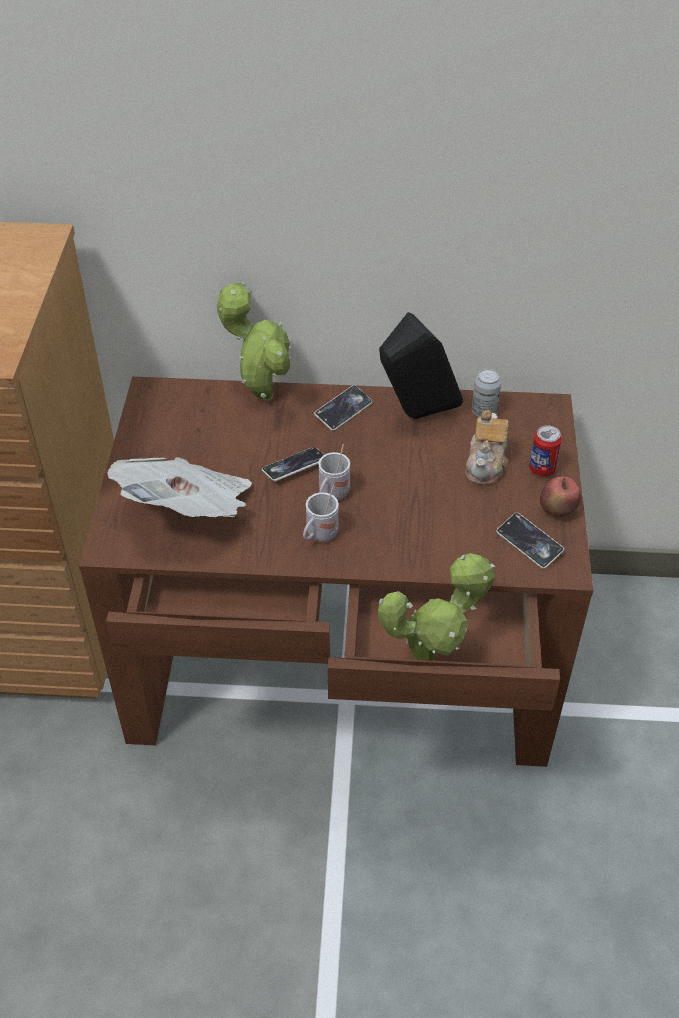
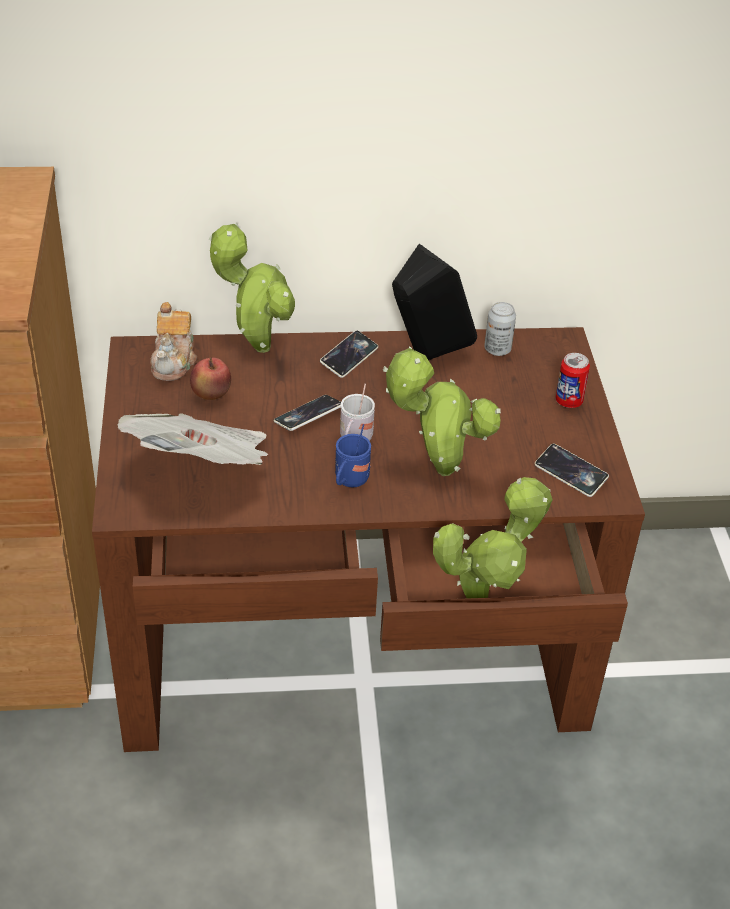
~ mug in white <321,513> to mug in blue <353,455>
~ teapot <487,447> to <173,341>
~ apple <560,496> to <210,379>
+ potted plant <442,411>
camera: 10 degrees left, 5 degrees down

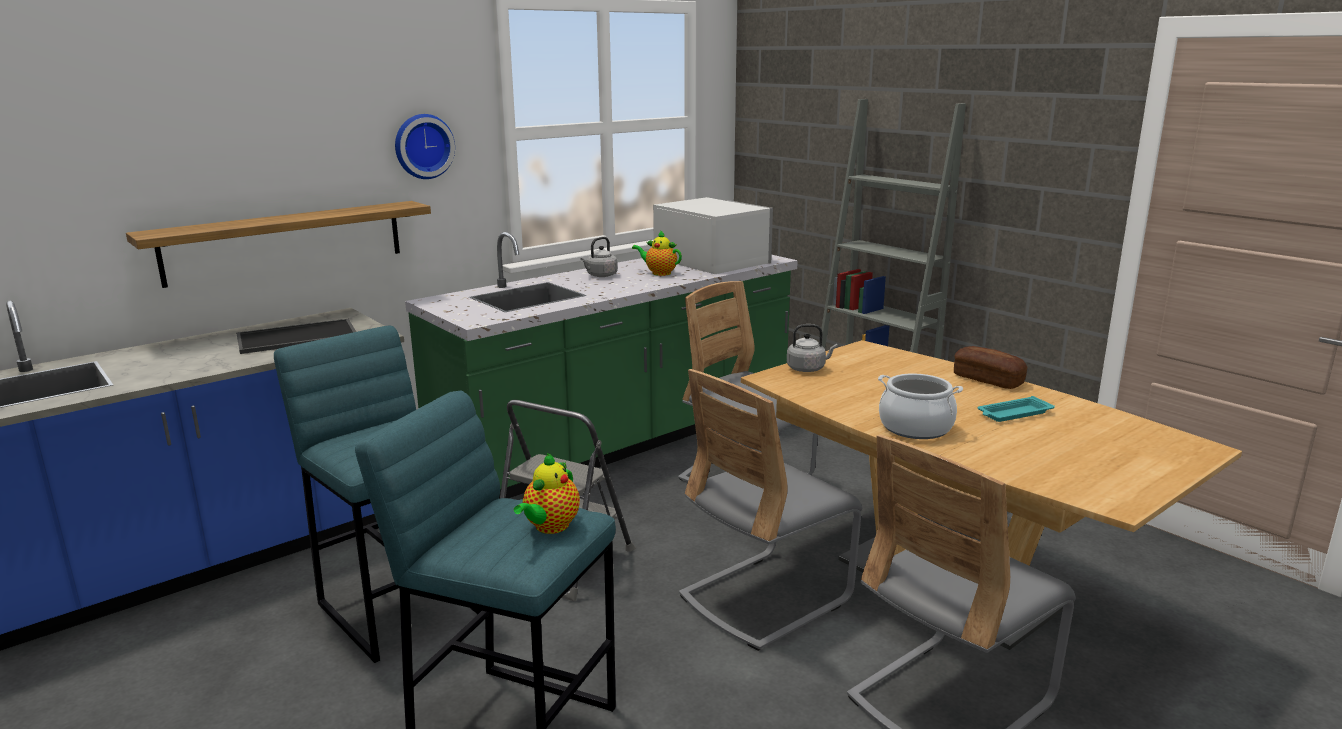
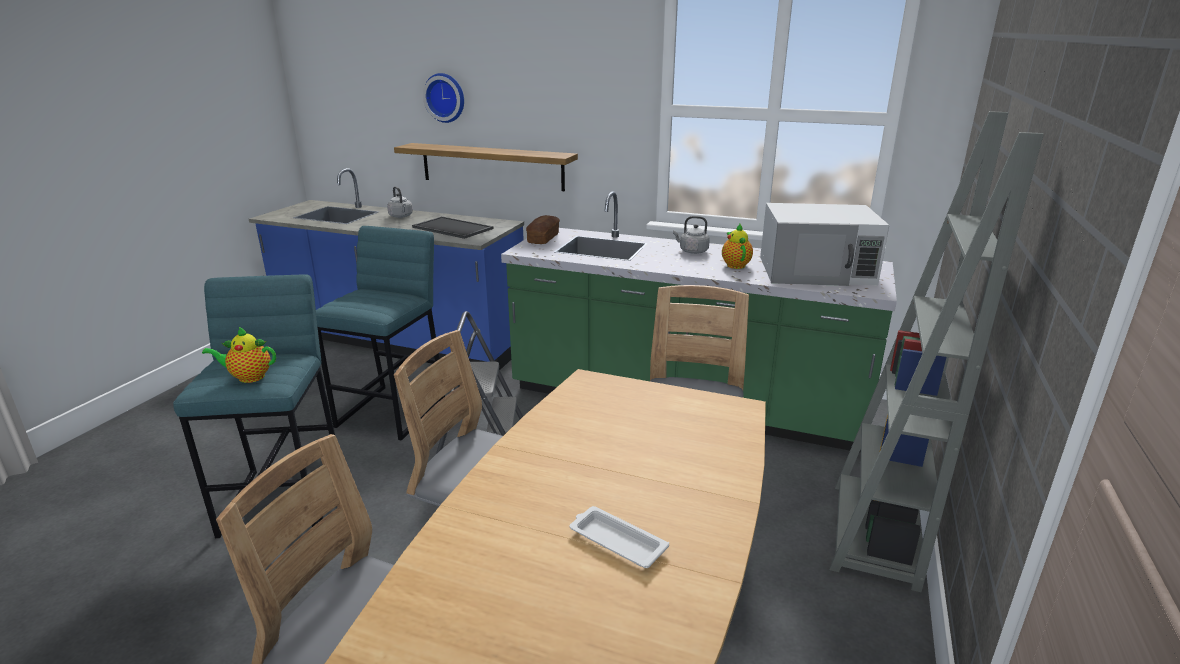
~ wall clock <425,146> to <443,98>
~ microwave in white <713,235> = <824,244> 75 degrees clockwise
~ kettle in grey <812,348> to <400,202>
- cooking pot <920,406>
~ bread <991,367> to <543,229>
~ tray in turquoise <1016,409> to tray in white <619,537>
camera: 60 degrees right, 5 degrees up

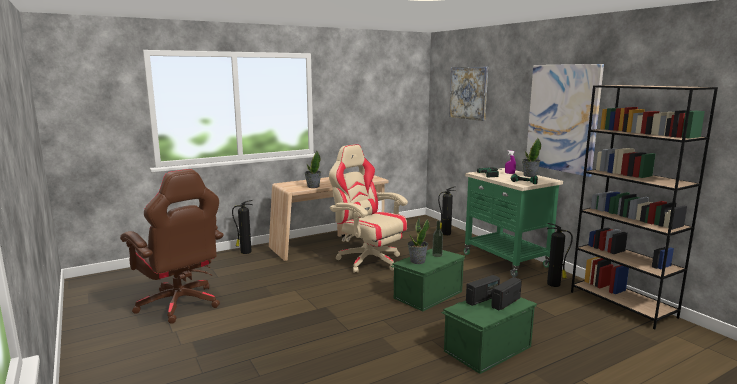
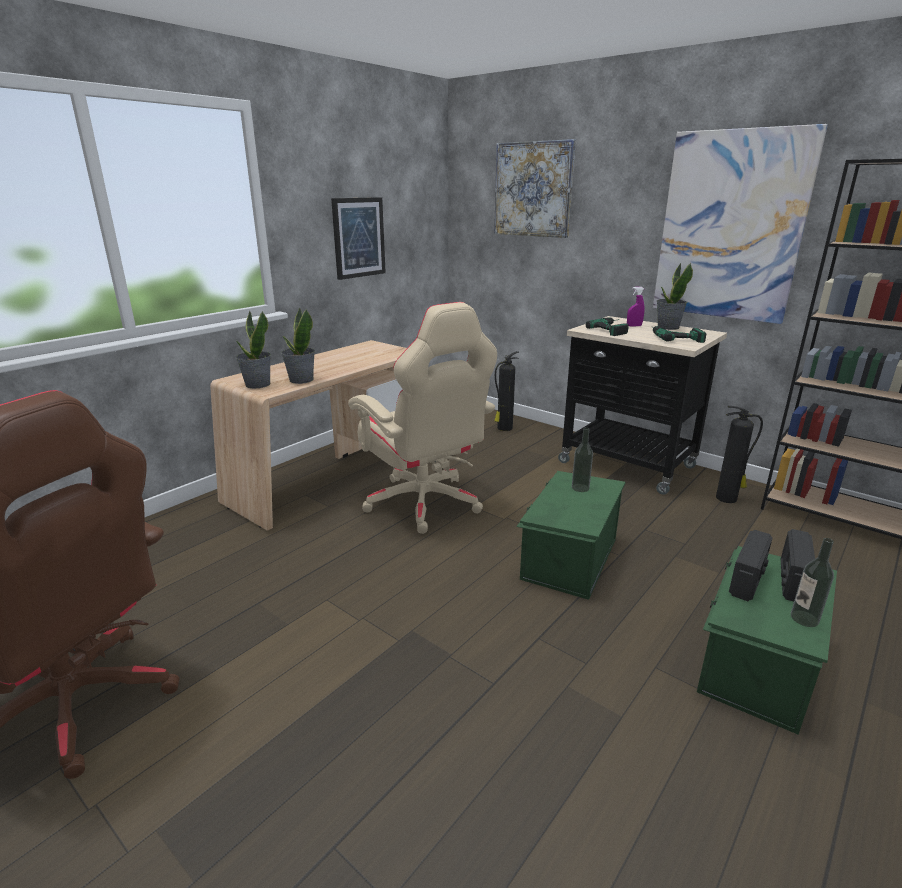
- fire extinguisher <242,227>
~ office chair in beige <368,208> = <422,418> 150 degrees counterclockwise
~ potted plant <419,241> to <253,349>
~ cart in green <513,222> to cart in black <642,405>
+ picture <358,238>
+ bottle <812,582>
camera: 20 degrees left, 10 degrees up

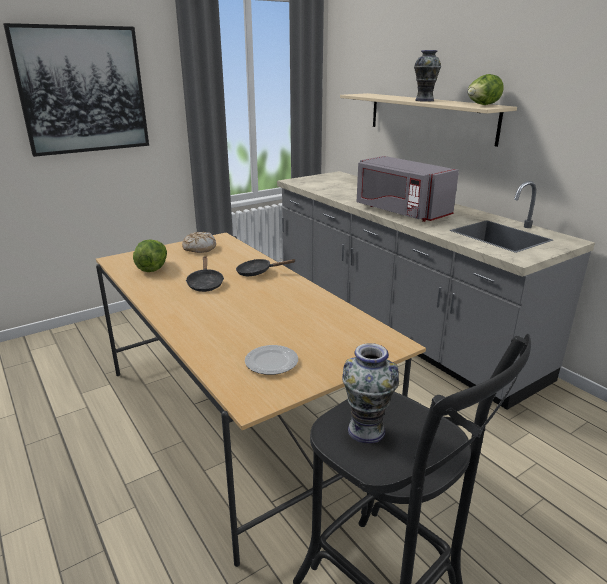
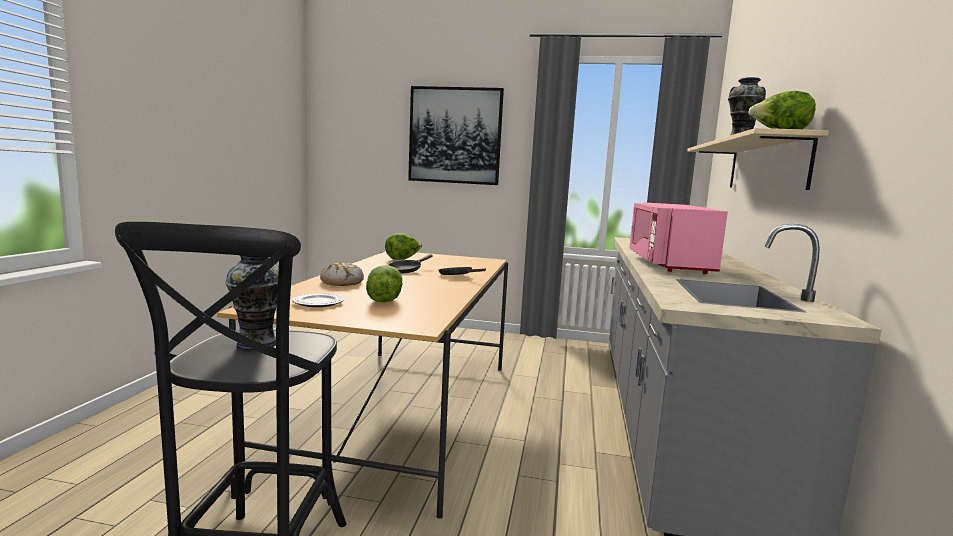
~ bread <199,242> to <342,274>
~ microwave in grey <408,189> to microwave in pink <678,238>
+ lettuce <384,283>
camera: 45 degrees right, 15 degrees down

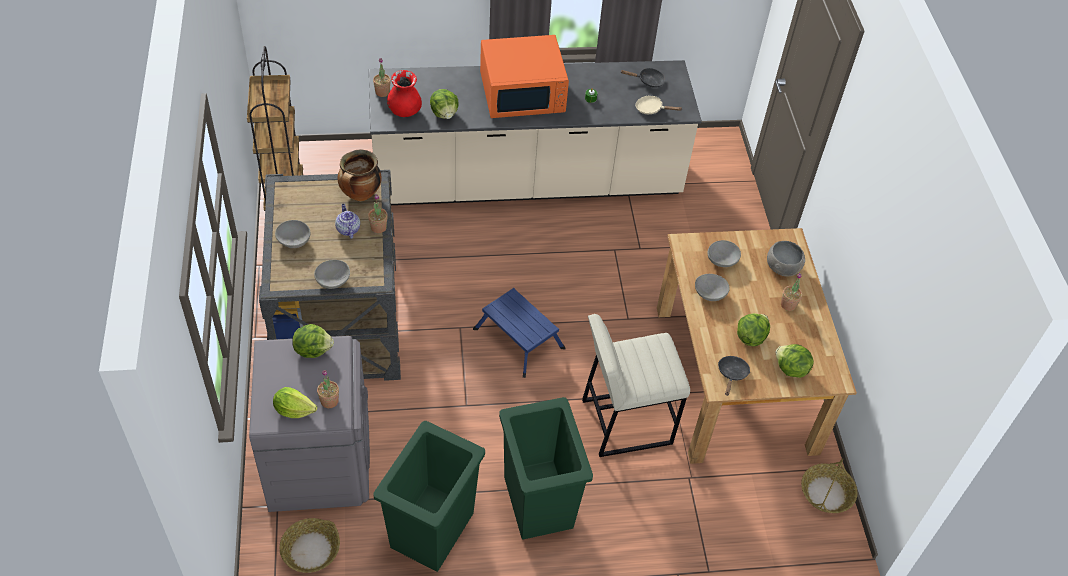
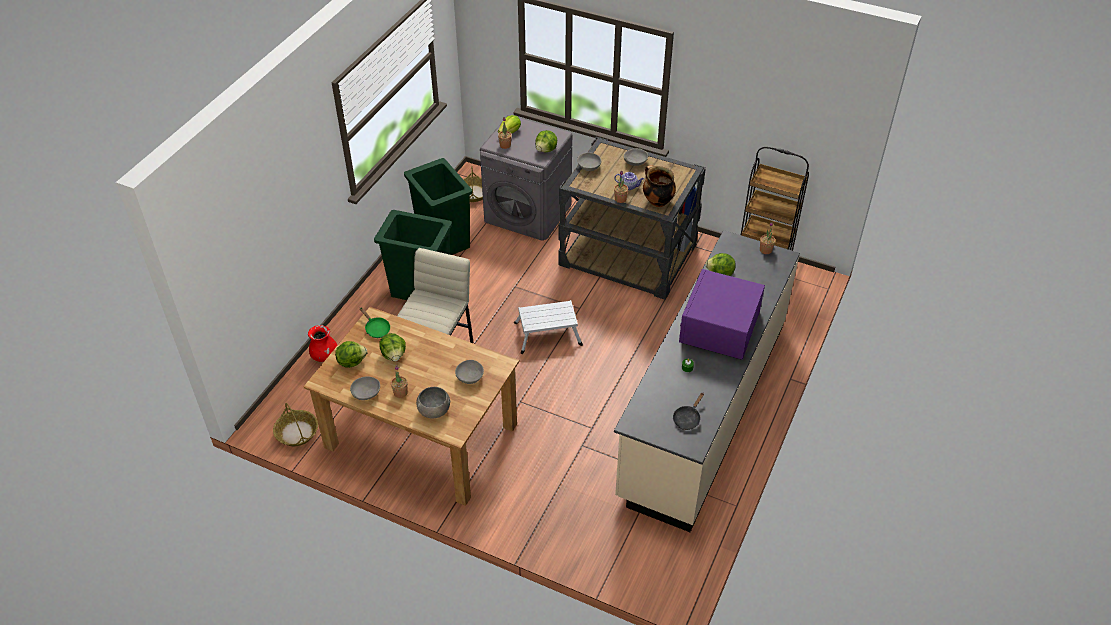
~ vase in red <404,93> to <322,343>
~ step ladder in blue <519,333> to step ladder in white <548,327>
~ microwave in orange <524,76> to microwave in purple <722,314>
- frying pan in beige <658,104>
~ bowl in grey <712,287> to <365,388>
~ frying pan in black <734,376> to frying pan in green <375,322>
camera: 125 degrees right, 5 degrees down

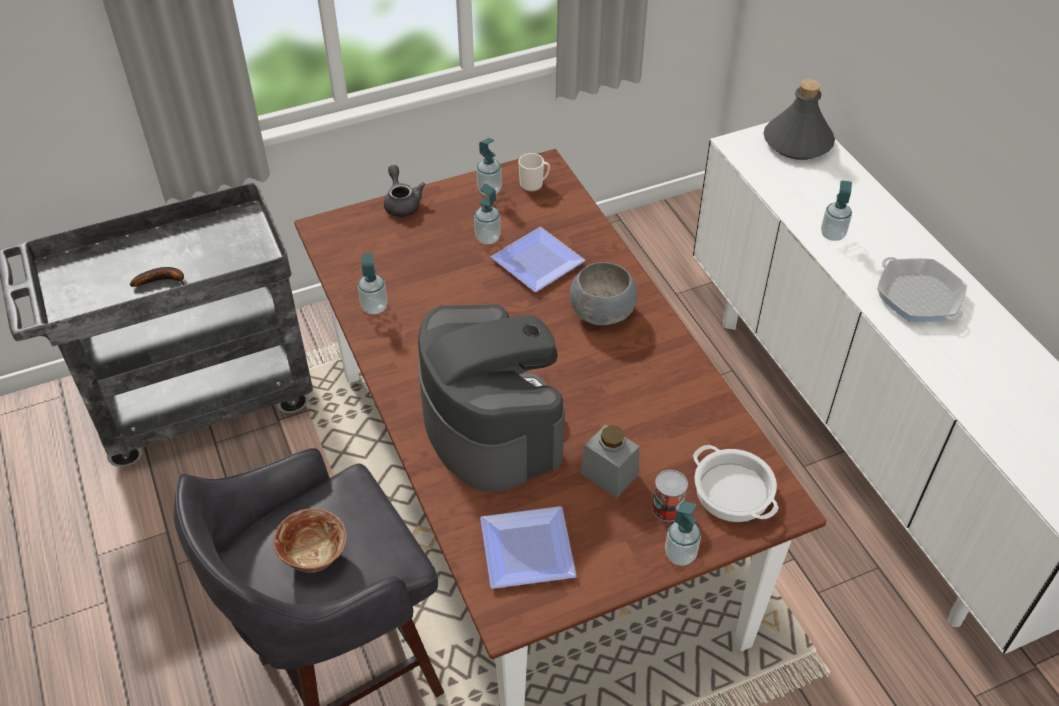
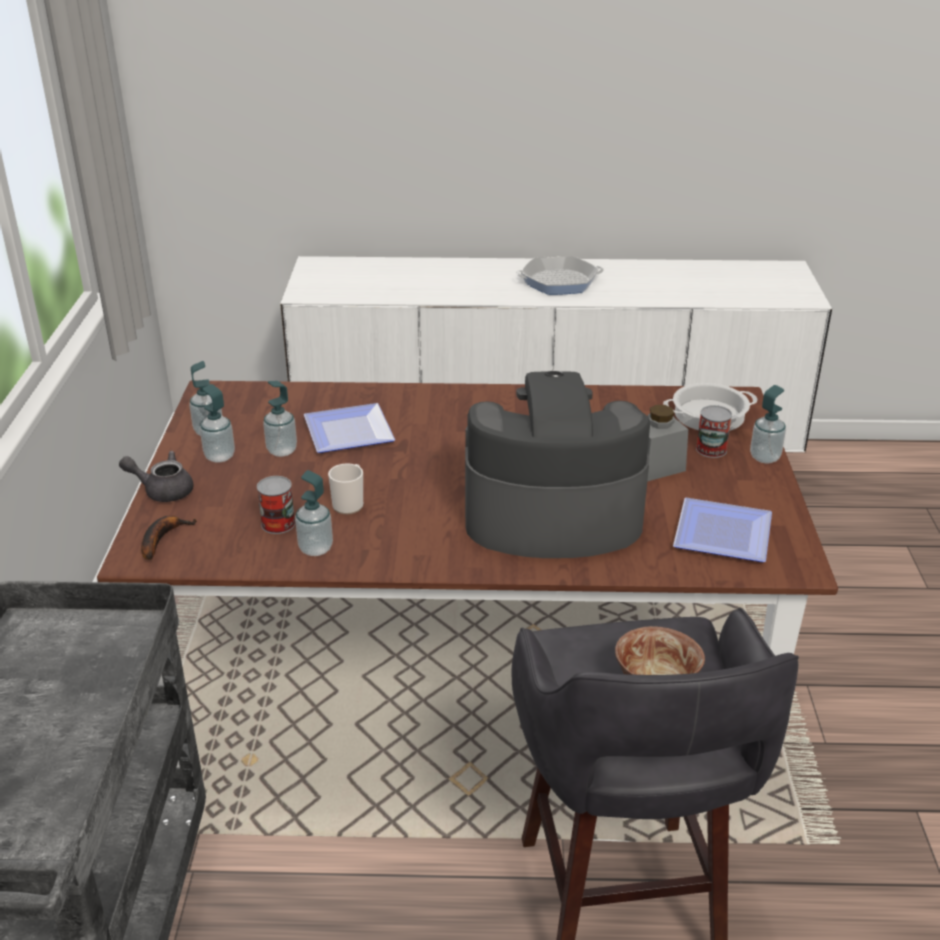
~ banana <157,277> to <168,537>
~ mug <534,172> to <345,489>
- bowl in grey <603,293>
- bottle in grey <799,119>
~ soap dispenser <836,211> to <217,423>
+ can <276,505>
camera: 65 degrees left, 15 degrees down

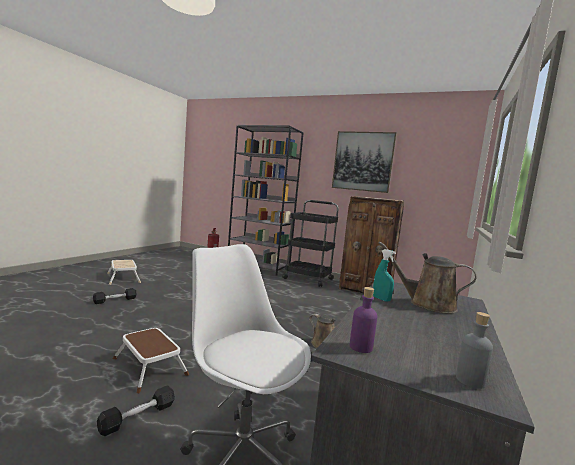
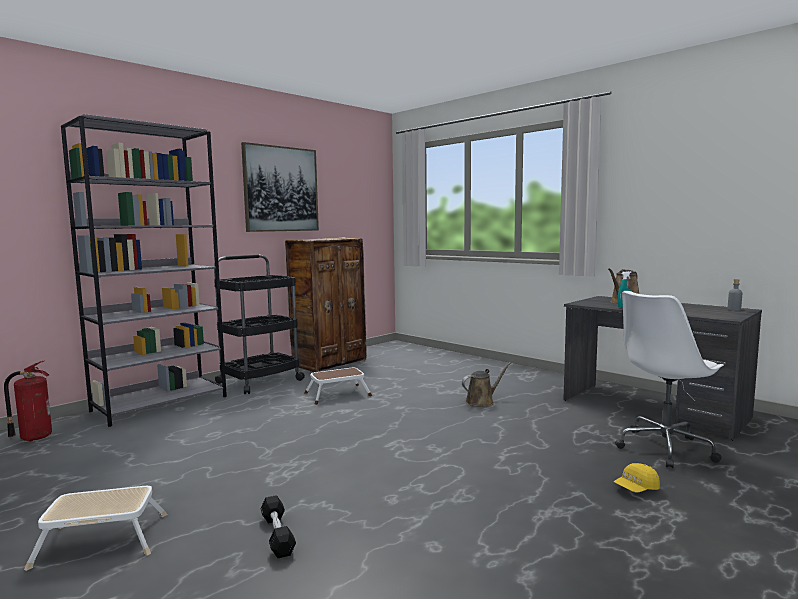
~ dumbbell in black <136,410> to cap in yellow <637,478>
~ step ladder in brown <151,360> to <338,386>
- bottle in purple <363,320>
camera: 70 degrees left, 0 degrees up

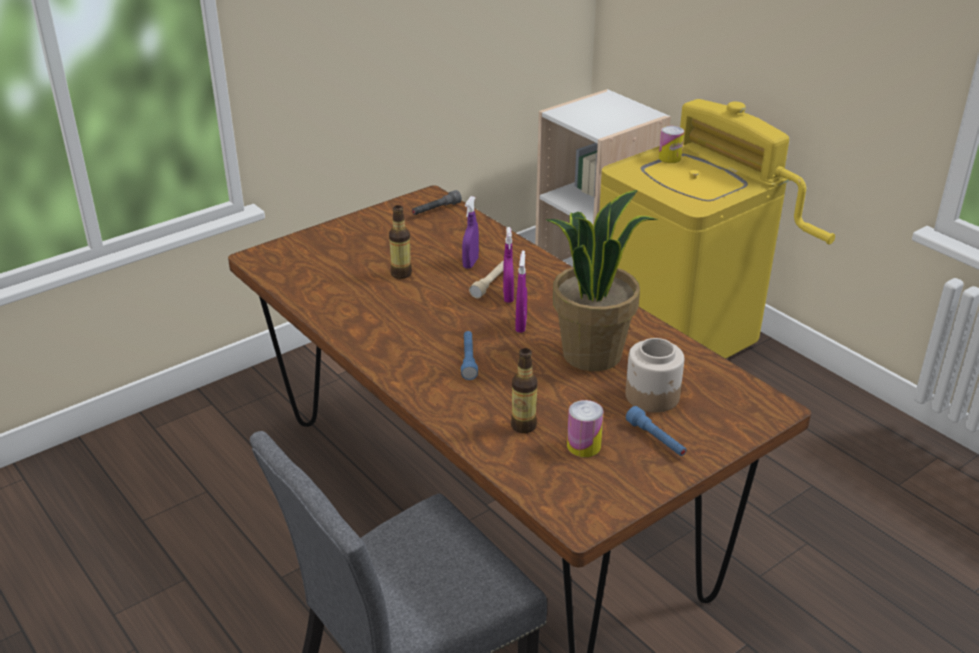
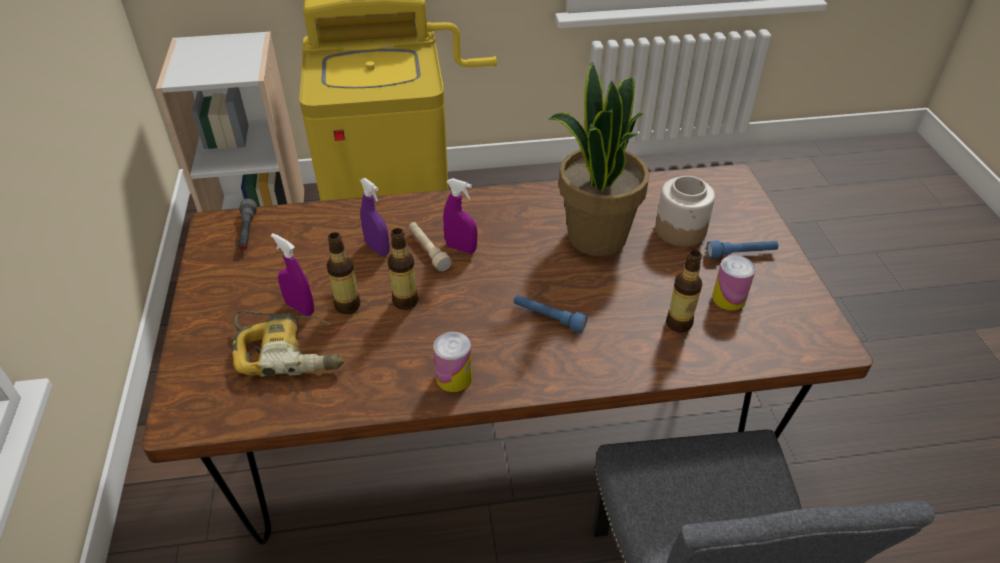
~ spray bottle in purple <521,291> to <292,274>
~ can <671,144> to <452,362>
+ power drill <288,344>
+ bottle <403,269>
camera: 60 degrees left, 10 degrees up

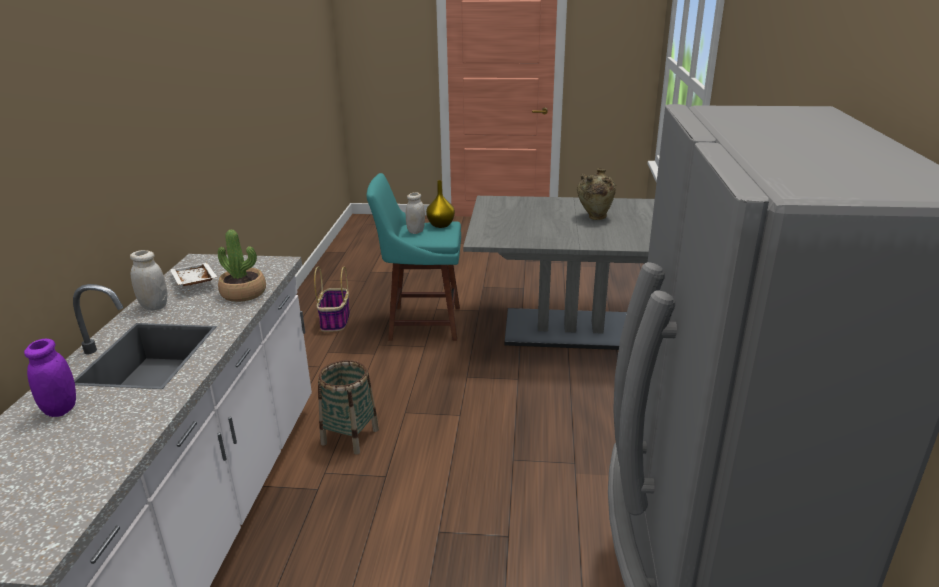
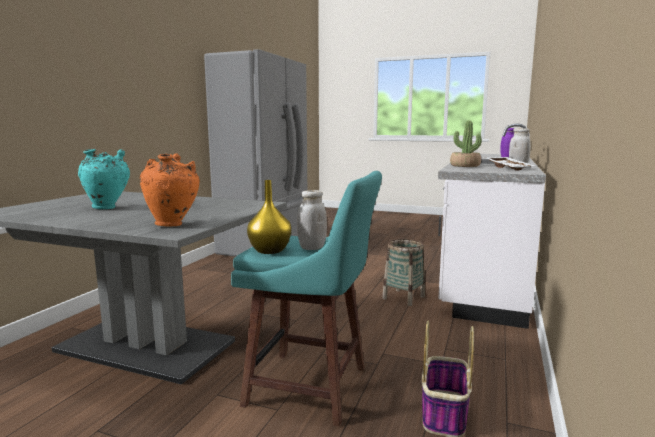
~ vase in beige <596,194> to vase in turquoise <104,179>
+ vase in orange <170,189>
camera: 165 degrees left, 15 degrees down

